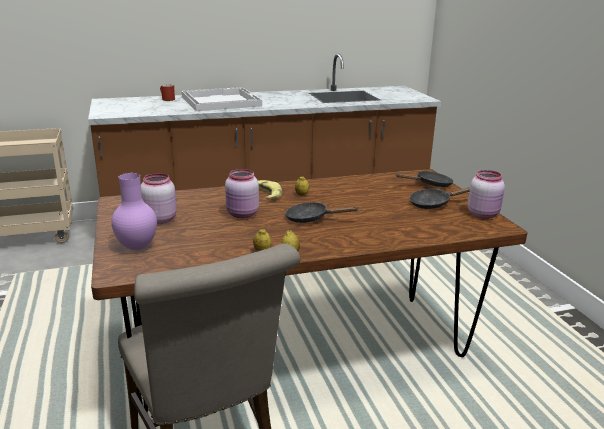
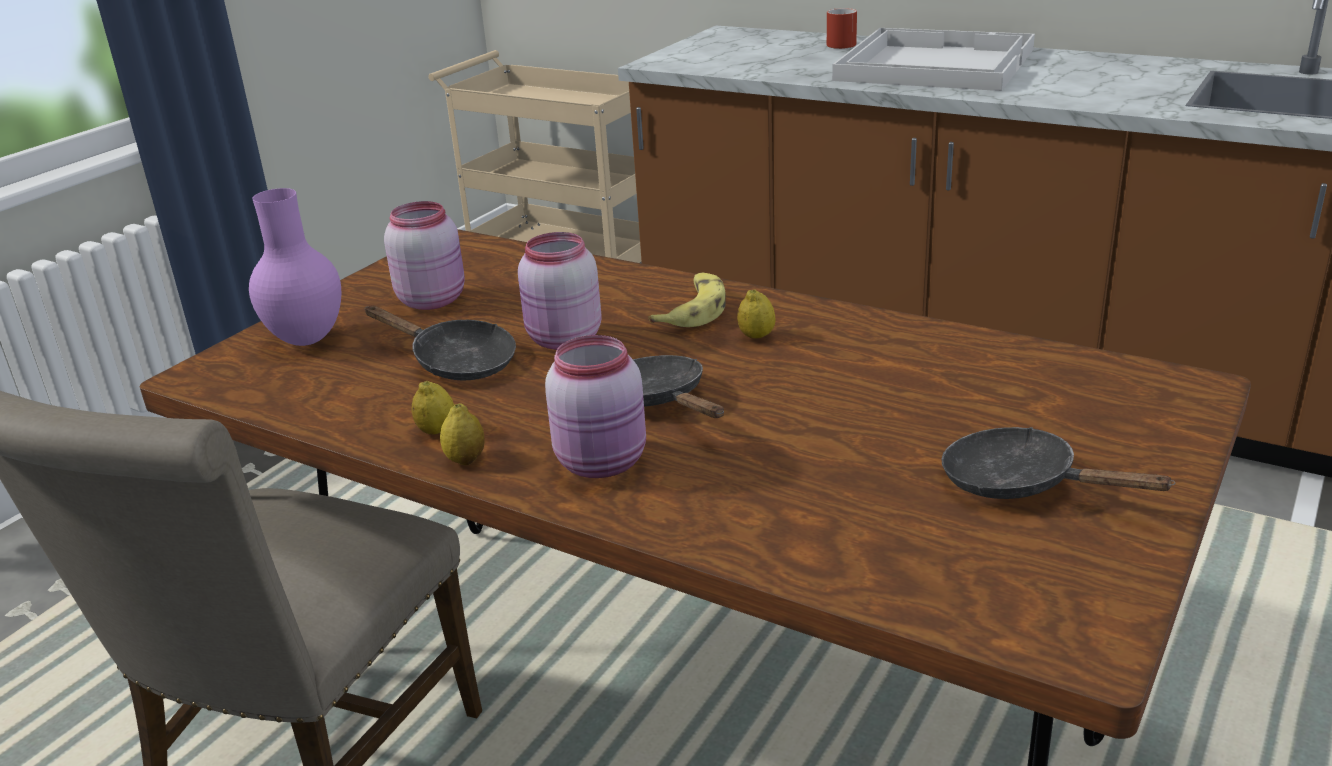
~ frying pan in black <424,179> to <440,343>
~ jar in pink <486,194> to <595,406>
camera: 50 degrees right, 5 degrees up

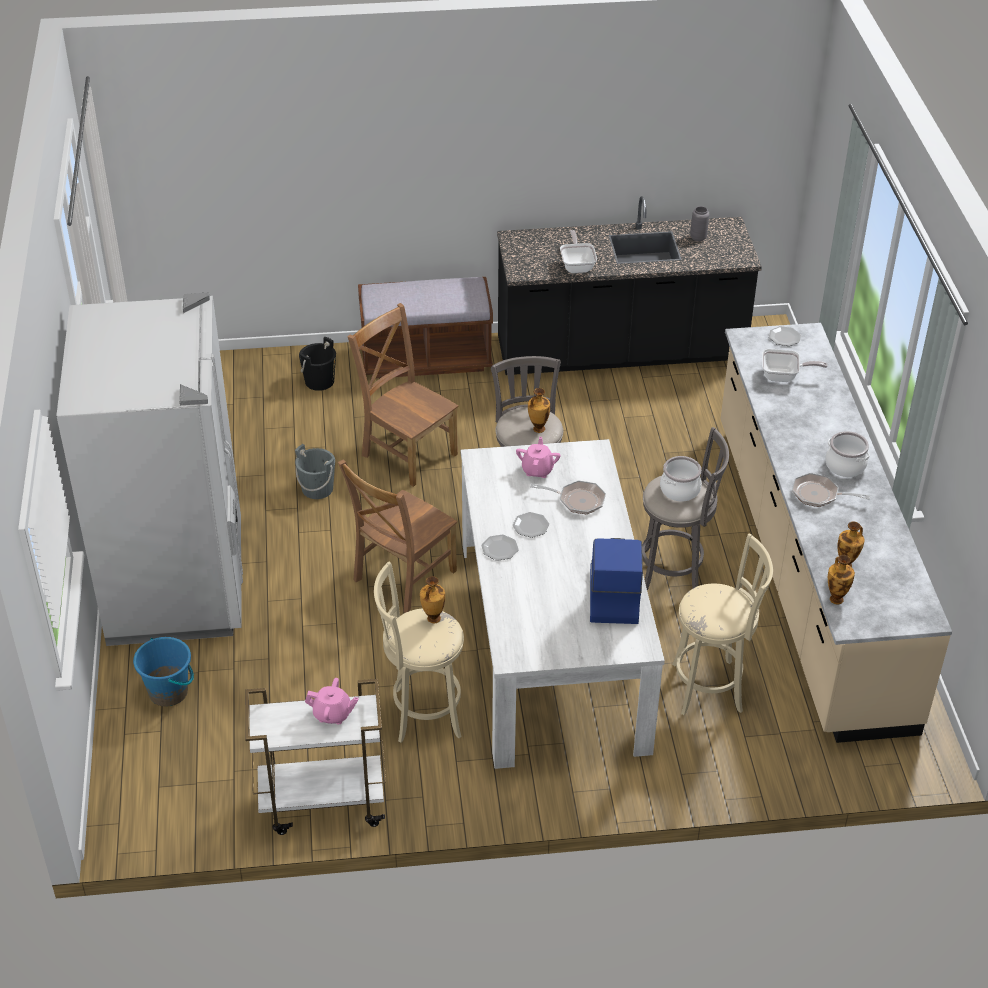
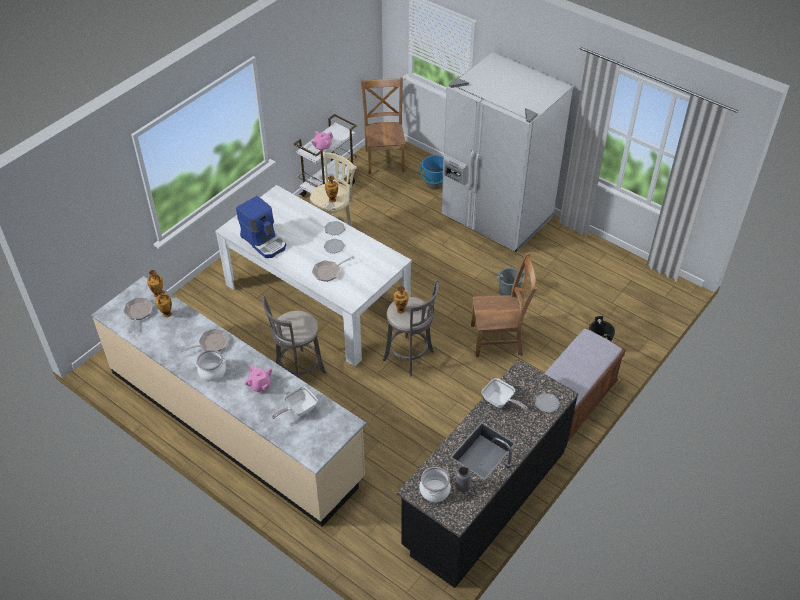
~ chair in brown <397,536> to <383,125>
~ teapot in pink <538,457> to <258,379>
~ cooking pot <681,479> to <435,484>
- stool in beige <722,624>
~ plate <785,336> to <547,403>
+ frying pan <138,315>
camera: 135 degrees right, 5 degrees up

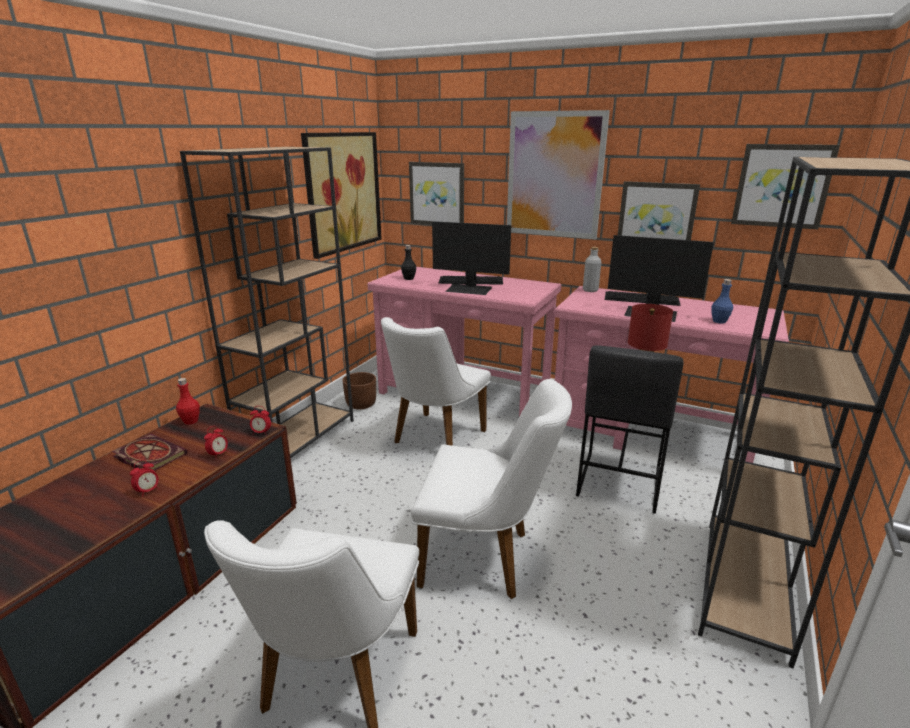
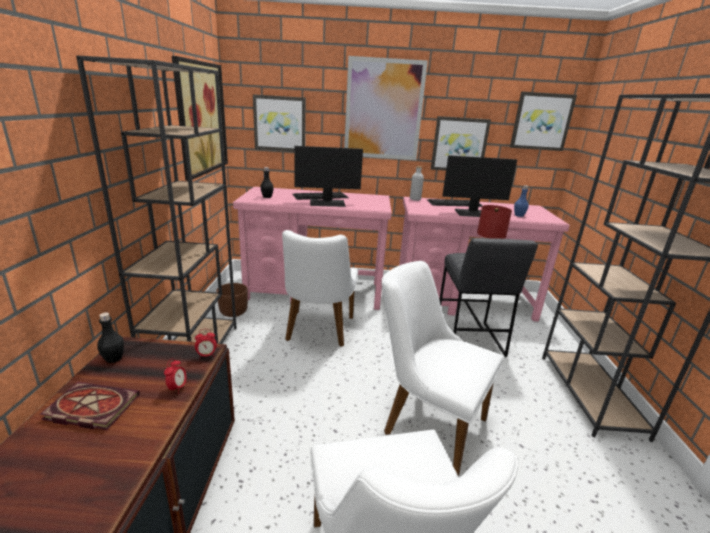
- alarm clock <144,478>
~ bottle in red <188,401> to bottle in black <111,337>
~ chair in white <491,489> = <443,368> 135 degrees counterclockwise
camera: 25 degrees left, 0 degrees up

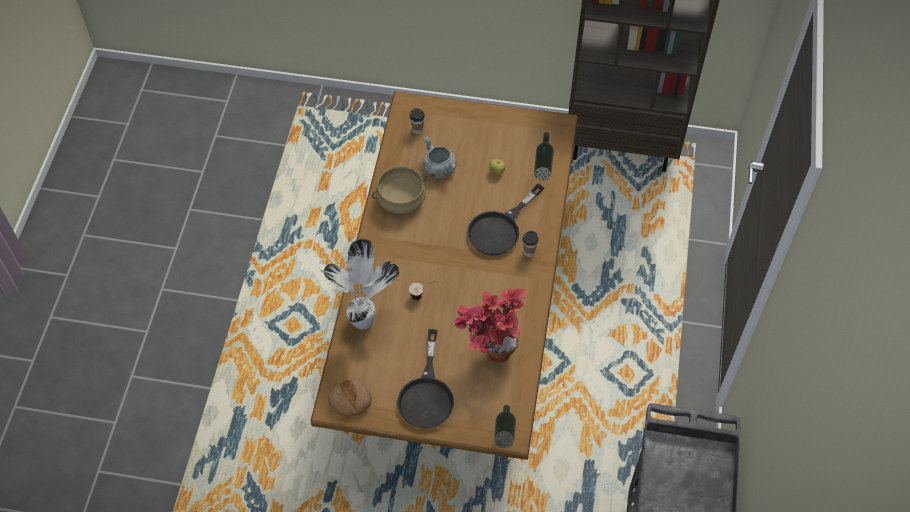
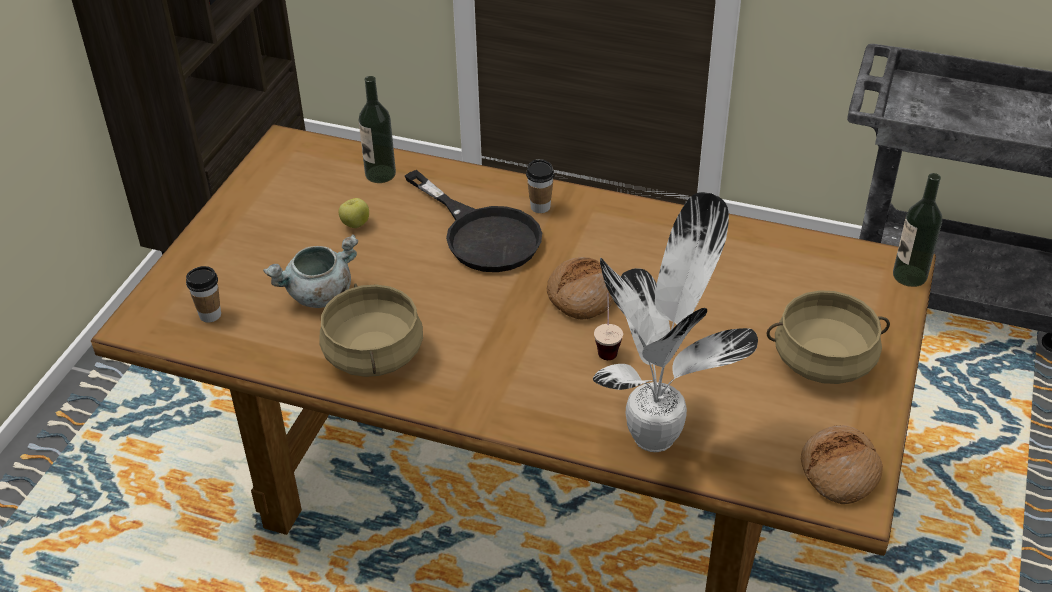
~ frying pan in black <425,379> to cooking pot in beige <828,337>
- potted plant <490,325>
+ bread <580,288>
camera: 80 degrees left, 15 degrees down

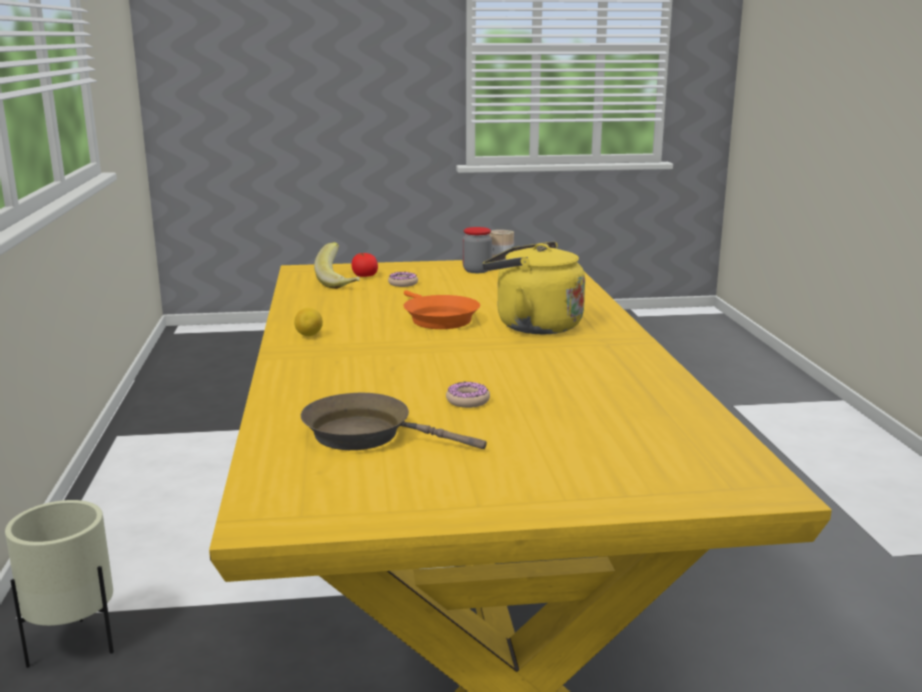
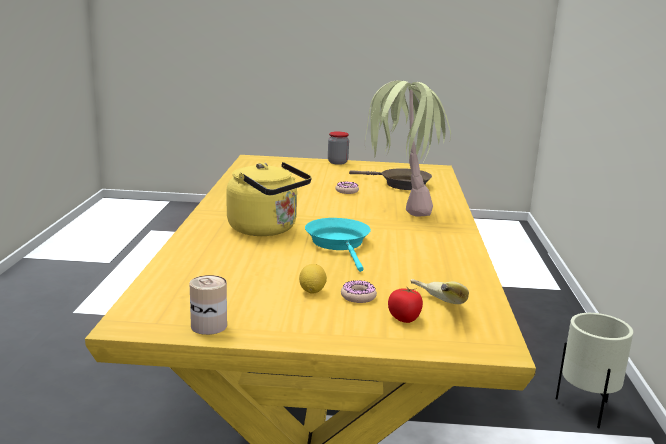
~ lemon <308,322> to <313,279>
~ frying pan in orange <442,309> to frying pan in turquoise <338,245>
~ jar <477,250> to <338,148>
+ potted plant <408,148>
camera: 170 degrees left, 0 degrees up

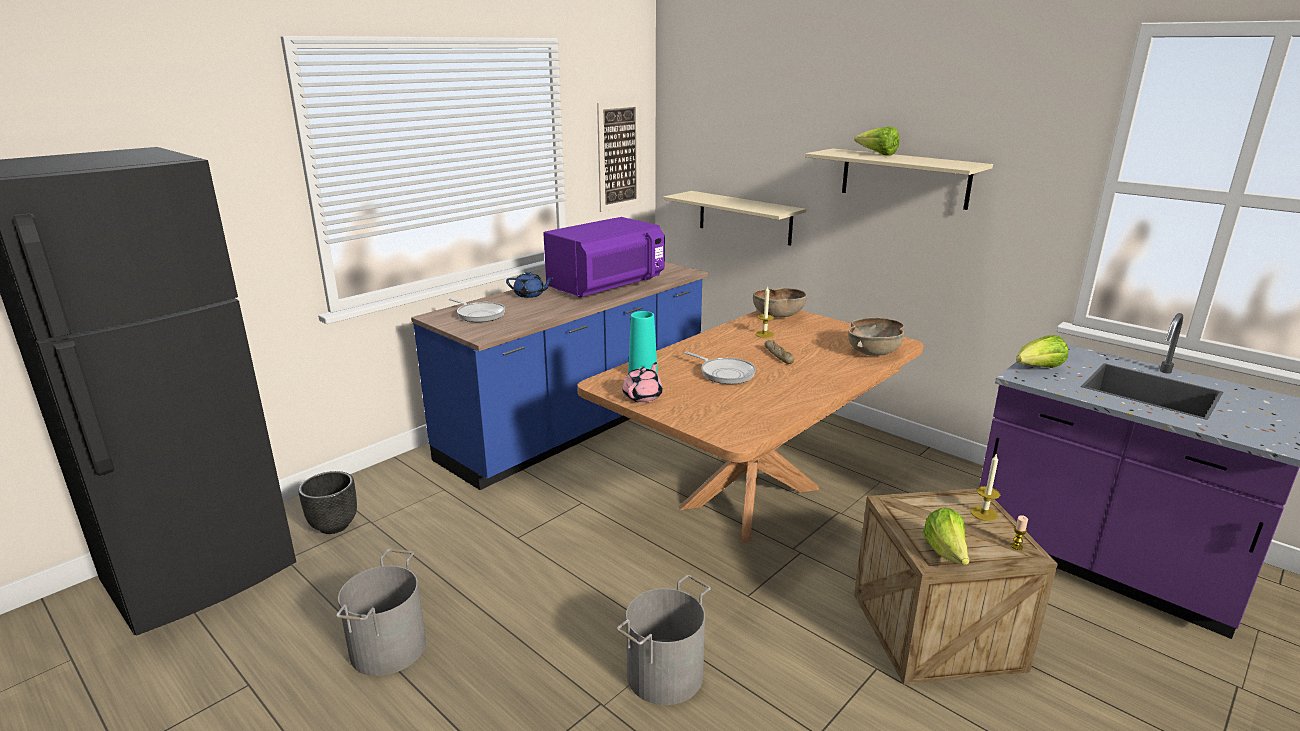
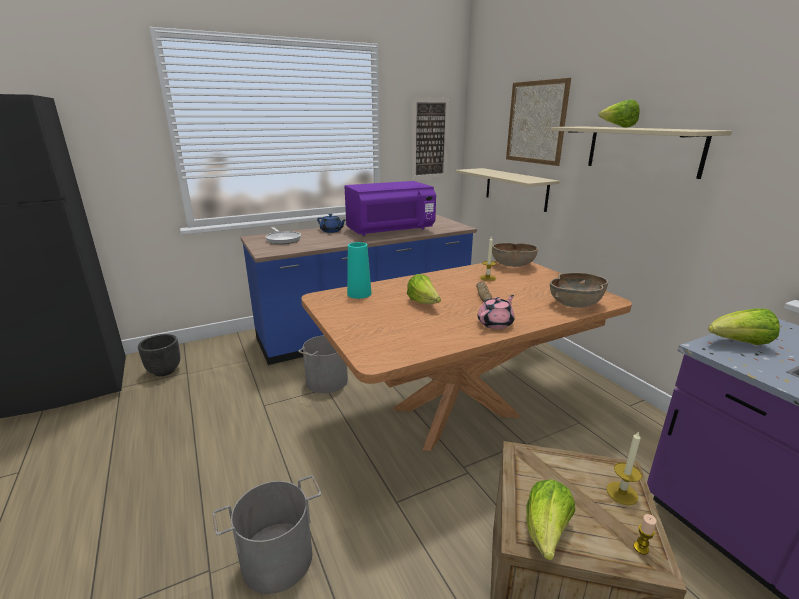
~ bucket in grey <381,612> to <323,364>
~ teapot in pink <642,382> to <496,312>
~ frying pan <720,368> to lettuce <424,289>
+ picture <538,122>
camera: 20 degrees right, 0 degrees up

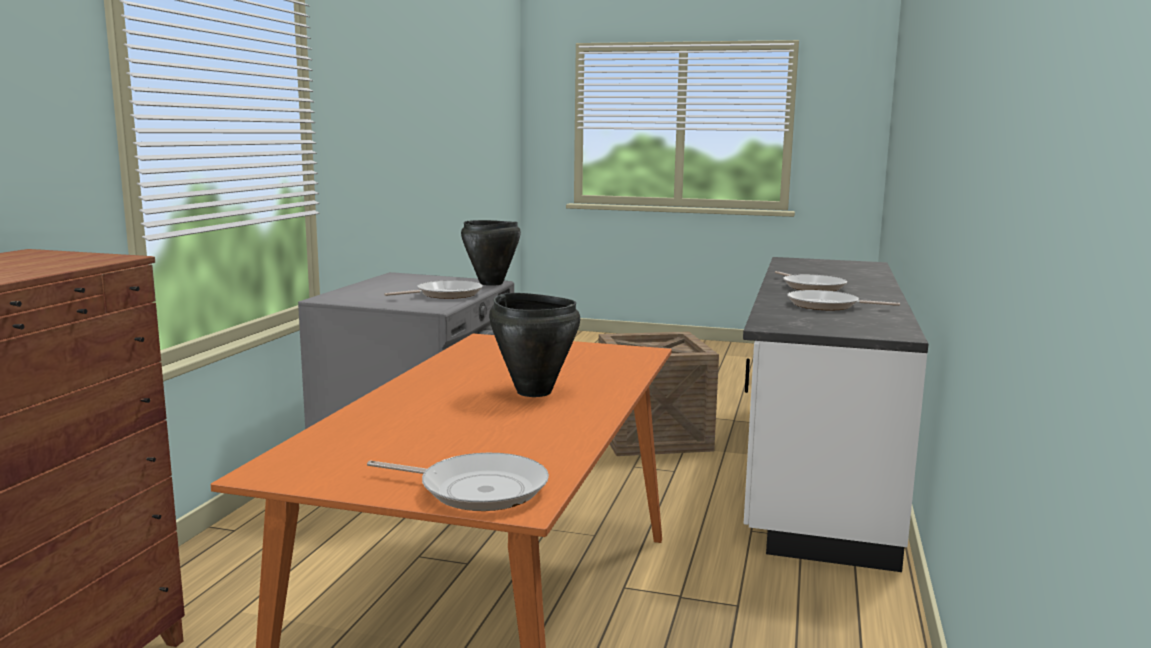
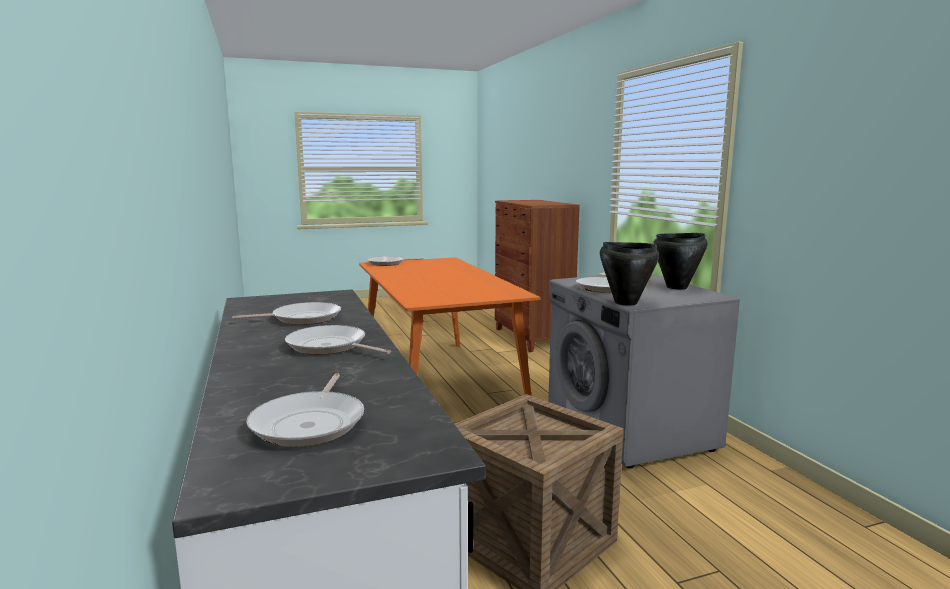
~ cooking pot in black <534,345> to <680,261>
+ frying pan <305,410>
camera: 145 degrees right, 0 degrees up

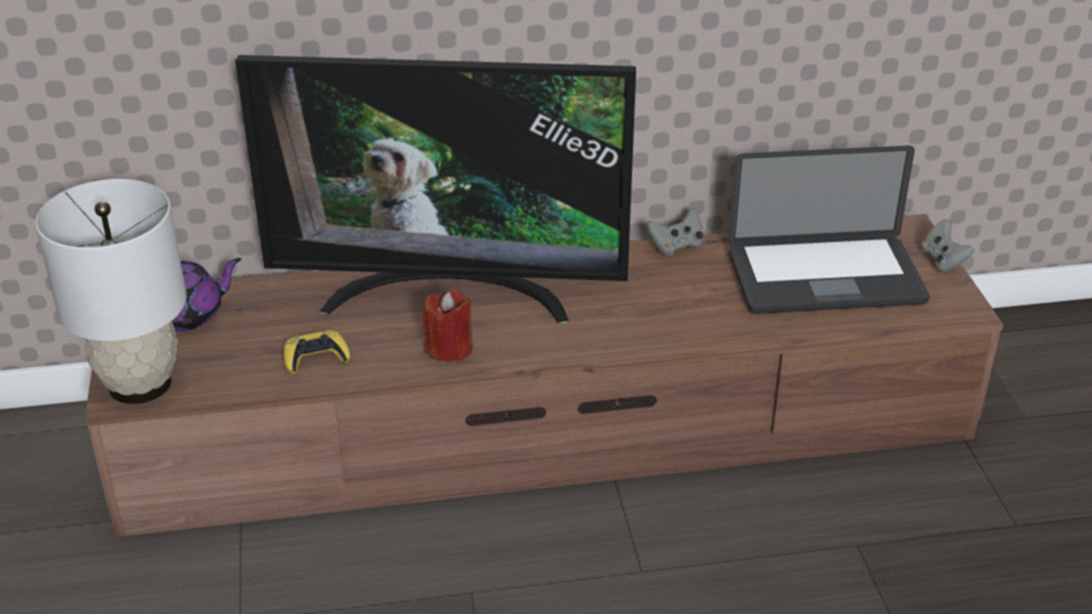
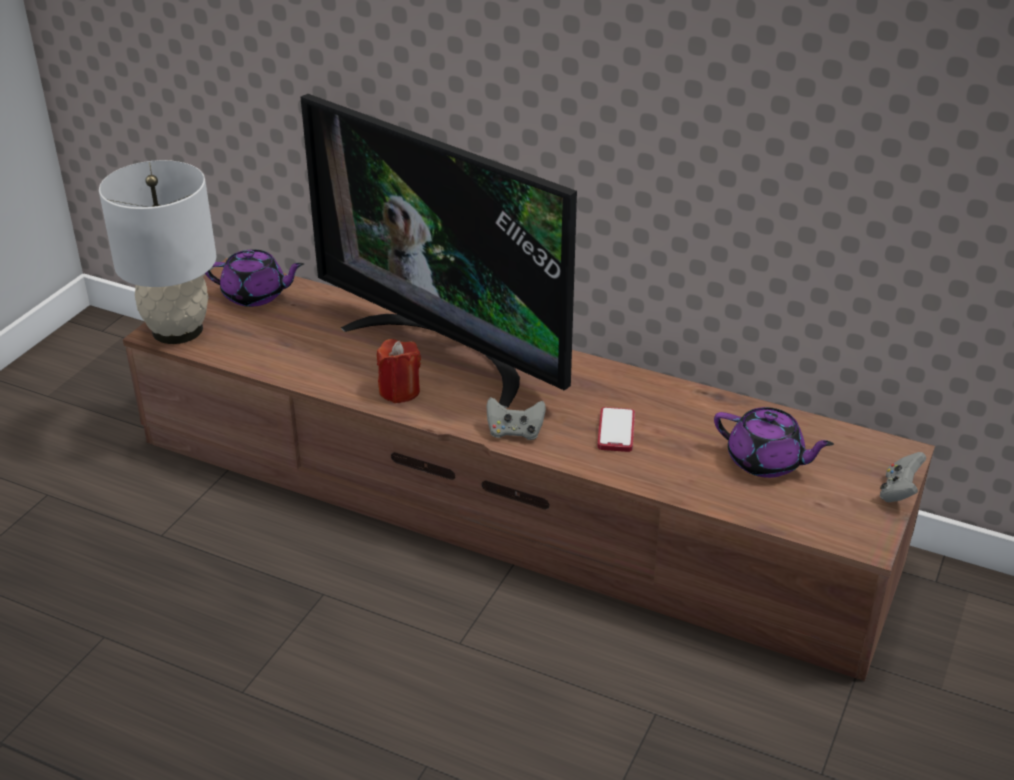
- game controller in yellow <317,352>
~ game controller in grey <674,232> to <516,418>
~ laptop <829,230> to teapot in purple <774,442>
+ phone <616,429>
camera: 35 degrees right, 0 degrees up

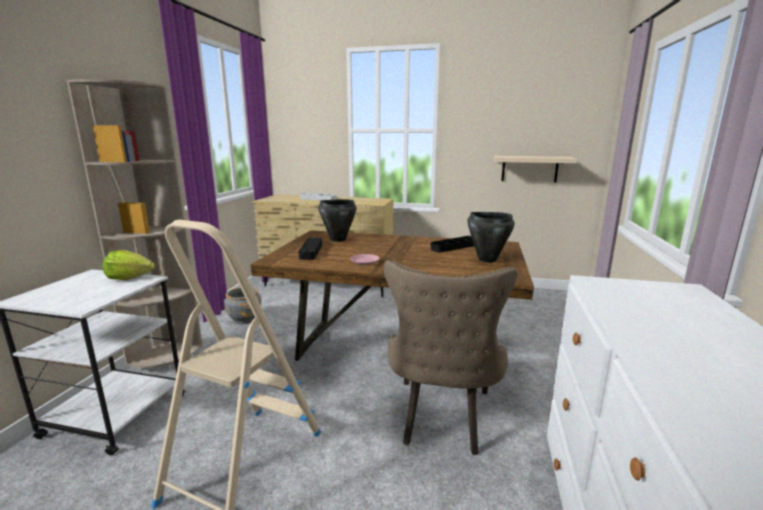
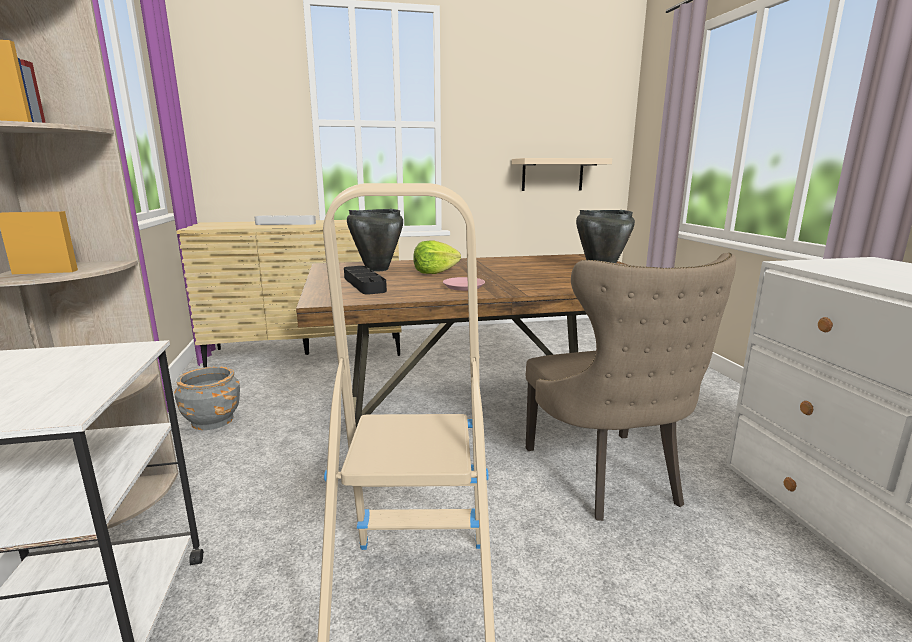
~ lettuce <129,265> to <437,257>
- tray in black <452,244>
camera: 25 degrees left, 0 degrees up

